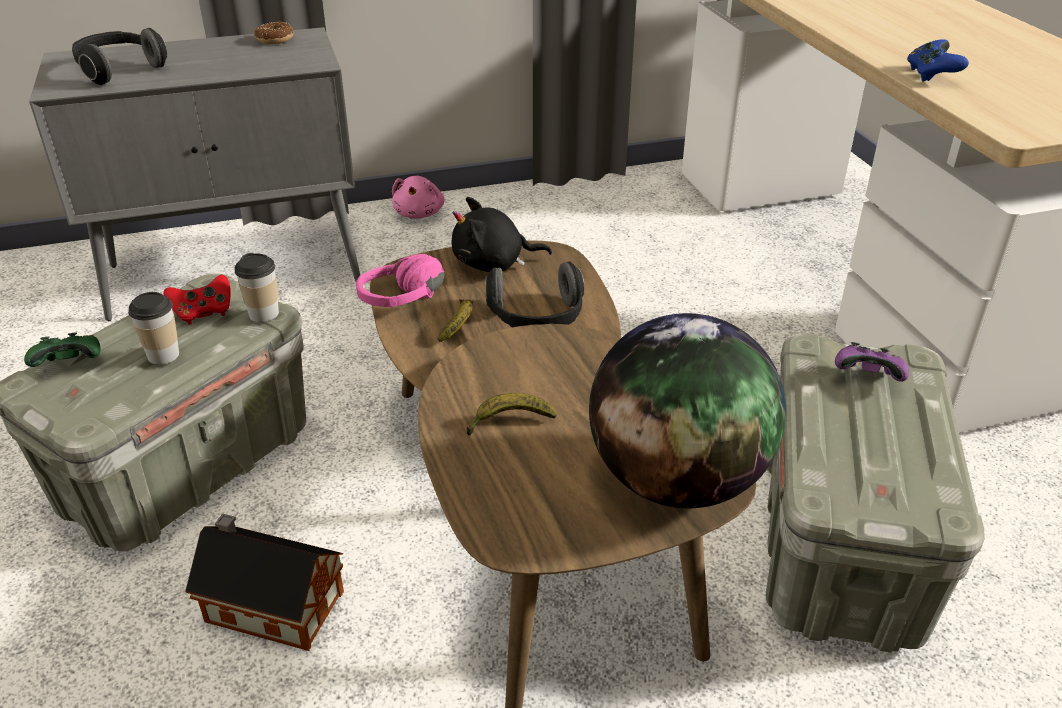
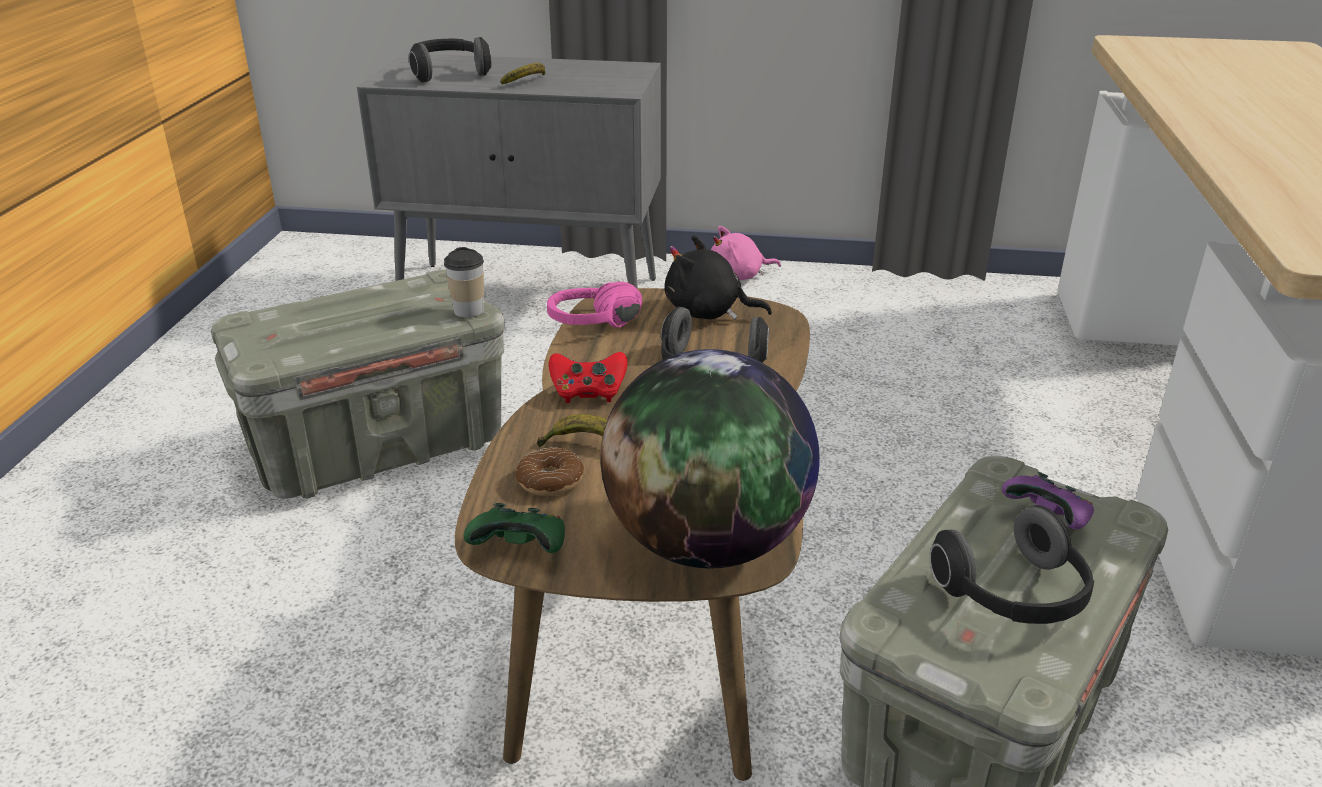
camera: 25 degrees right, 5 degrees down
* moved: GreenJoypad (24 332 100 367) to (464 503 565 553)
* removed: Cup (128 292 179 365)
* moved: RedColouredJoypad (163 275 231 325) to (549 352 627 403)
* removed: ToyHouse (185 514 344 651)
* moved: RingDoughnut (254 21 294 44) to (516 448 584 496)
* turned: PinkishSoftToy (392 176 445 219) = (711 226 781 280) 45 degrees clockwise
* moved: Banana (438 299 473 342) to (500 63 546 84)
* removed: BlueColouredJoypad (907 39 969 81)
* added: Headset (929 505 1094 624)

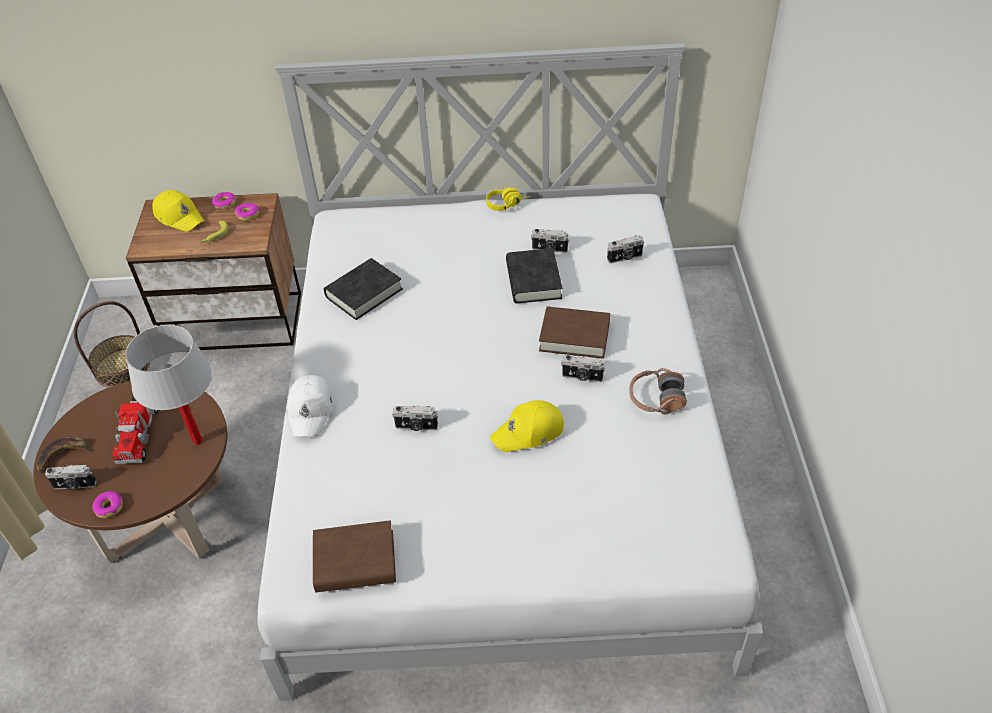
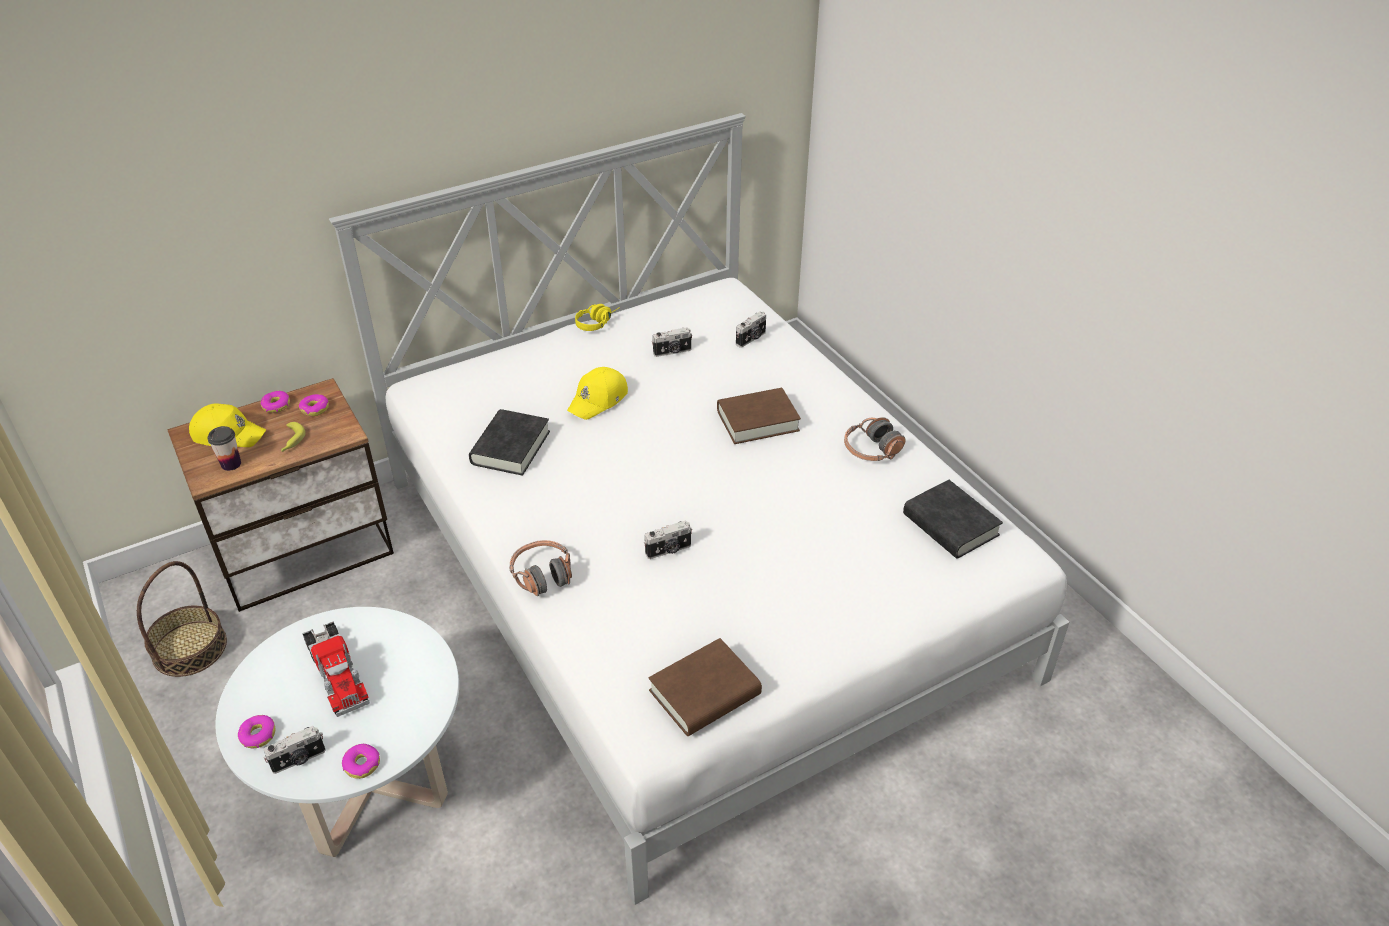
camera: 30 degrees left, 5 degrees down
* recoloured: BrownishLowTable (33 381 227 563) to WhiteLowTable (215 607 459 857)
* replaced: Banana (37 436 93 473) to RingDoughnut (238 715 276 748)
* removed: WhiteLampForATable (125 325 213 445)
* replaced: WhiteCap (287 375 333 436) to Headset (509 540 572 596)
* moved: YellowColouredCap (490 400 564 452) to (567 367 628 420)
* moved: BlackColouredVolume (506 248 563 303) to (903 480 1003 559)
* removed: PhotoCamera (561 355 605 382)
* added: Cup (208 426 241 471)

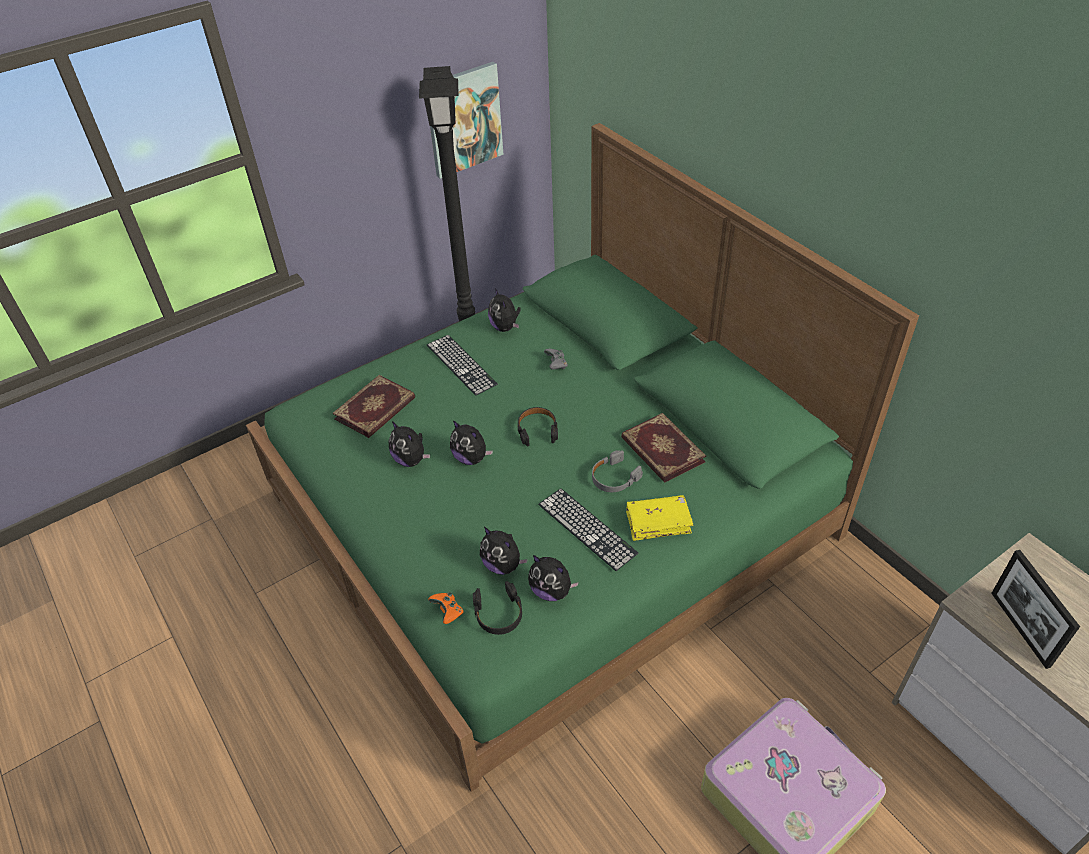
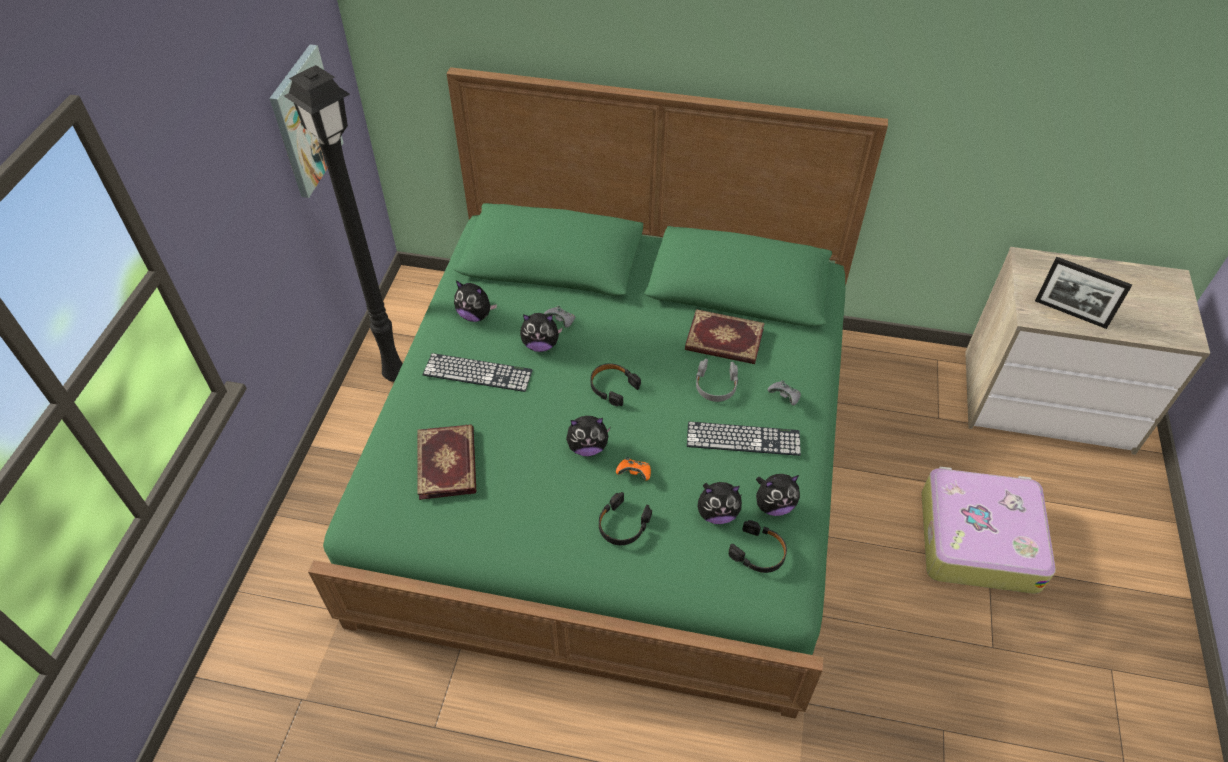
camera: 45 degrees left, 5 degrees up
* moved: SoftToy (389 421 430 467) to (520 313 563 352)
* moved: OrangeyJoypad (428 592 464 624) to (616 457 651 481)
* replaced: YellowColouredVolume (626 495 694 541) to GreyJoypad (768 380 801 405)
* added: BlackColouredHeadset (599 492 652 545)

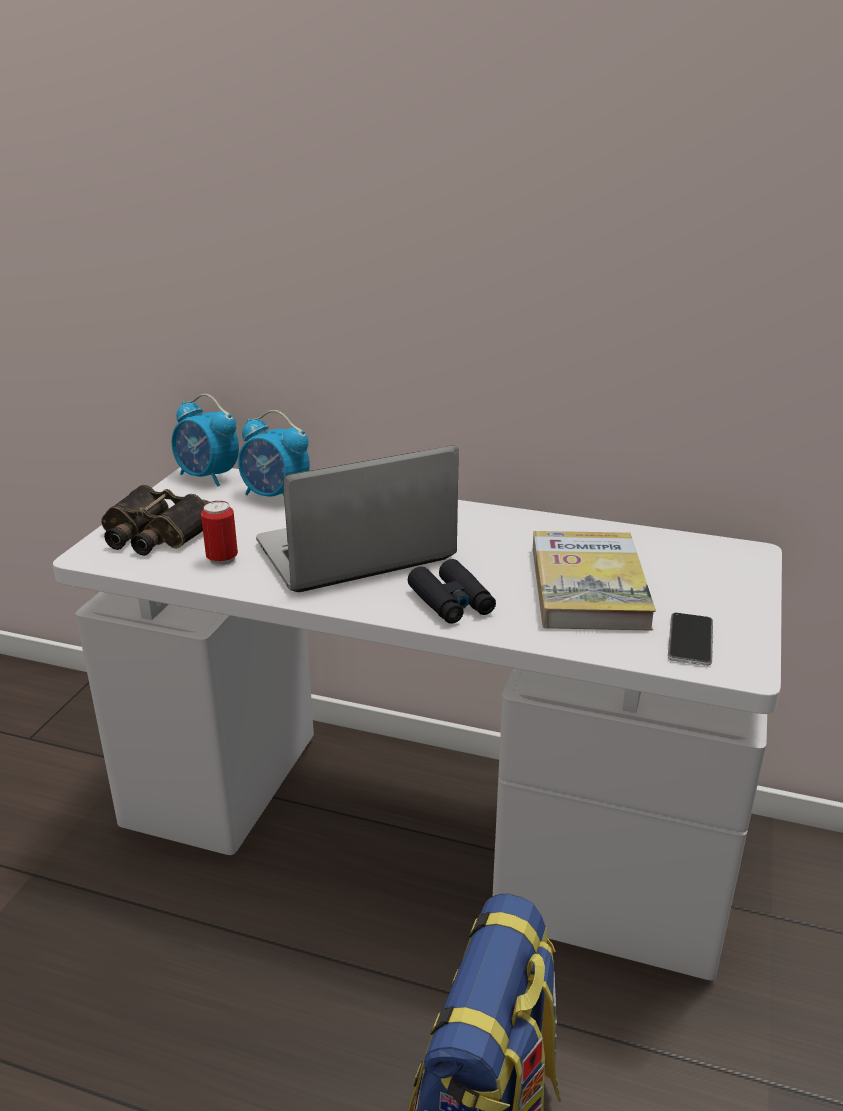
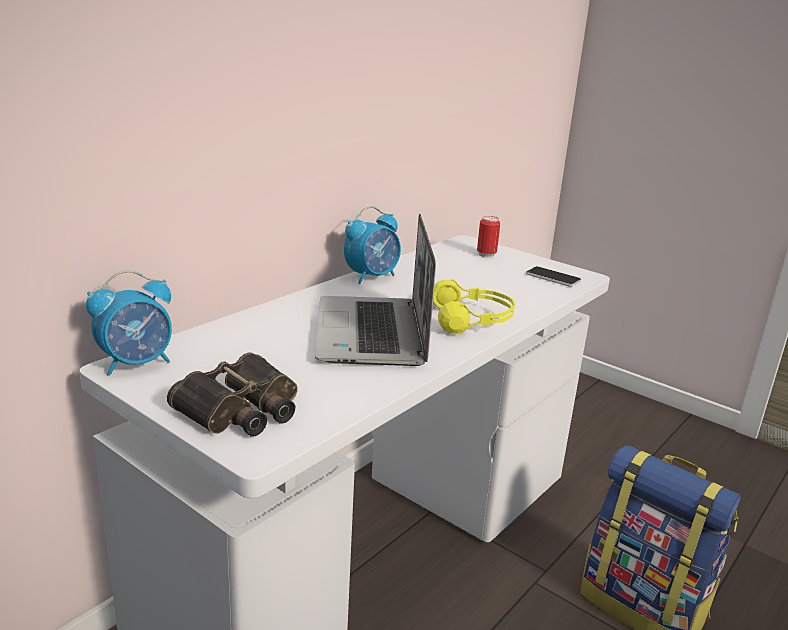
camera: 70 degrees left, 5 degrees down
* moved: MetalCan (201 501 238 566) to (477 216 500 258)
* moved: BedsideClock (238 410 310 497) to (344 206 401 284)
* replaced: BlackColouredBinoculars (408 559 496 624) to YellowColouredHeadset (433 279 515 334)
* removed: Volume (533 531 656 631)

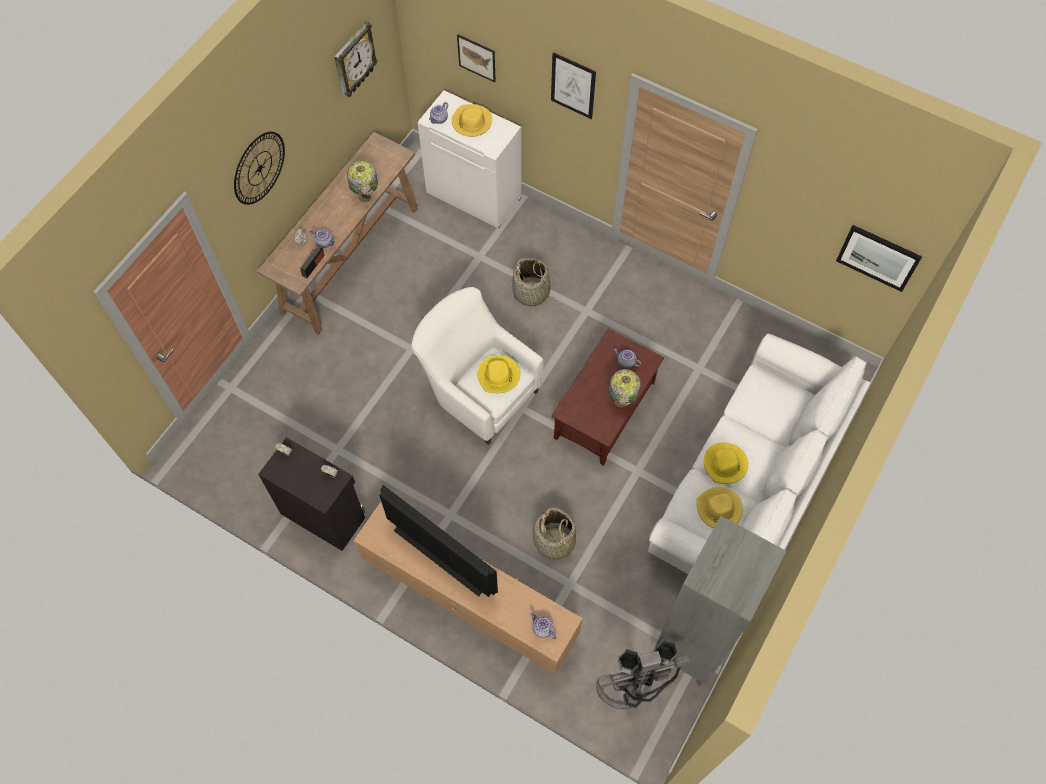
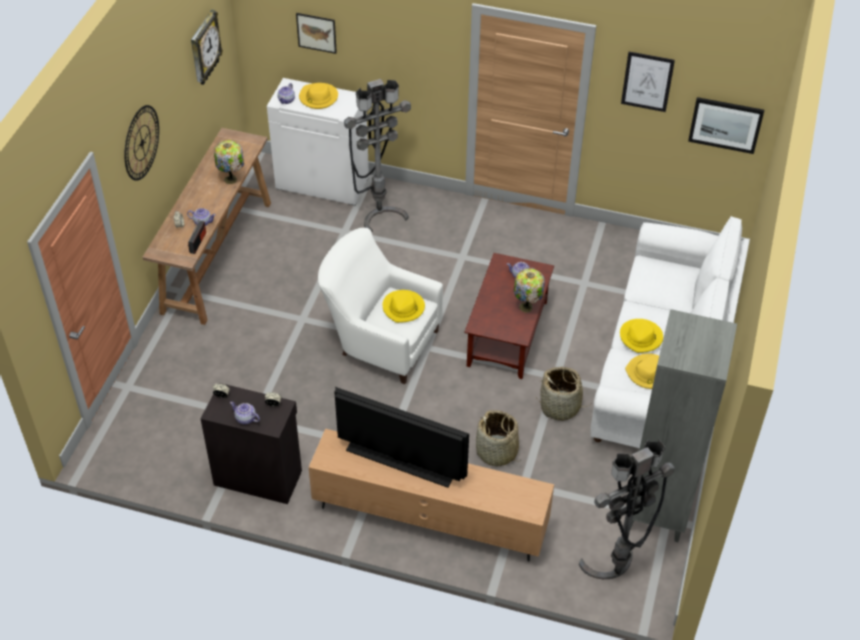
camera: 15 degrees left, 15 degrees down
* moved: HouseholdBasket (511 258 556 306) to (536 367 589 421)
* moved: PotForTea (530 612 557 639) to (230 402 260 424)
* moved: Picture (551 52 596 119) to (621 52 675 112)
* added: GreyStandingLamp (344 79 411 232)

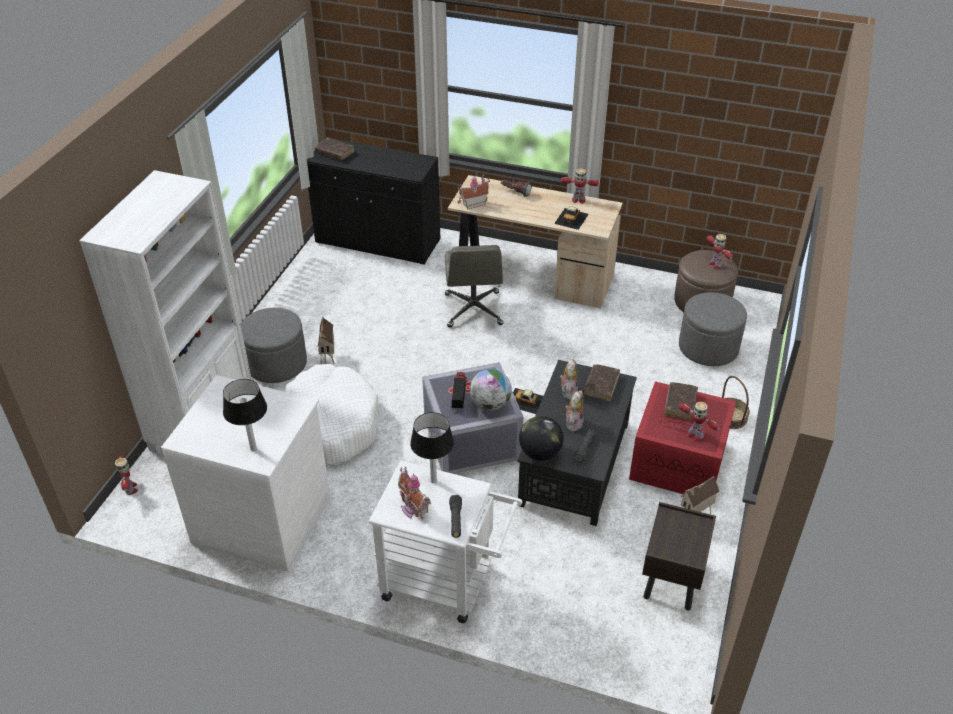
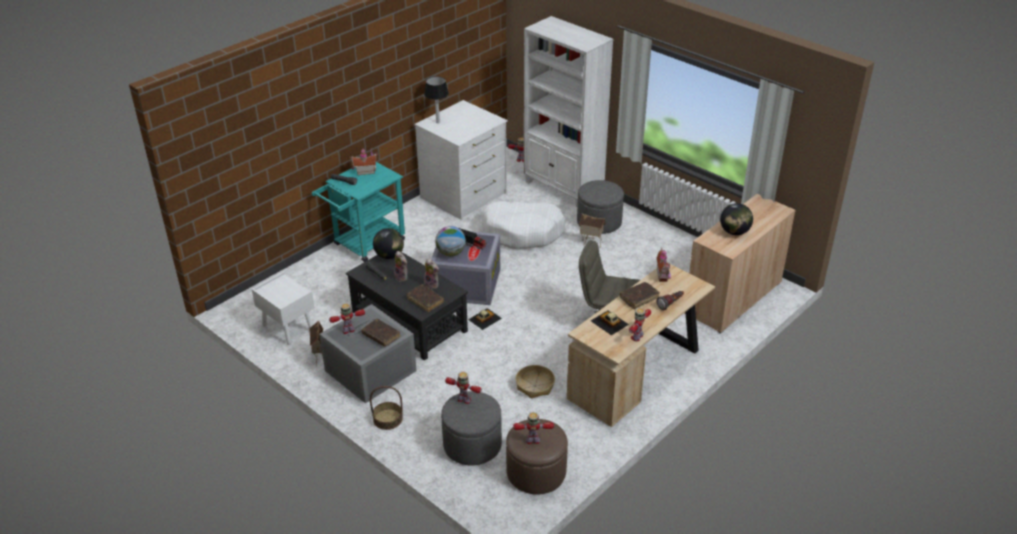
camera: 115 degrees right, 5 degrees down
* recoloured: BlackColouredCabinet (307 137 441 265) to BeigeColouredCabinet (685 194 796 334)
* moved: BrownishVolume (315 137 355 160) to (620 282 660 309)
* recoloured: WhiteWheeledCart (368 460 522 623) to TurquoiseColouredWheeledCart (312 162 405 262)
* removed: LampForATable (410 412 454 483)
* recoloured: RedColouredStorageContainer (629 381 736 494) to GreyStorageContainer (319 304 417 404)
* recoloured: BrownishBedsideTable (642 502 716 610) to WhiteBedsideTable (252 272 315 345)
* added: RobotFigure (445 372 482 404)
* added: HouseholdBasket (516 365 555 399)
* added: Globe (720 203 753 235)

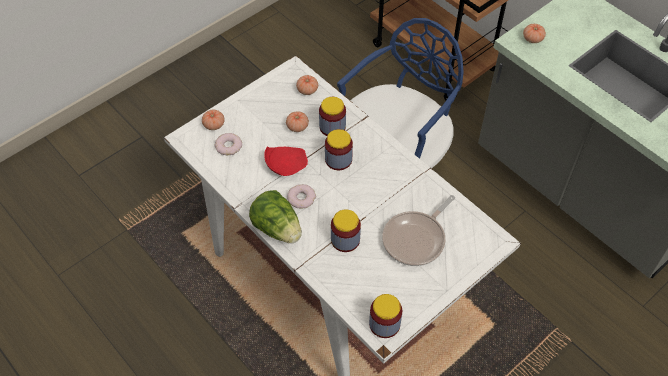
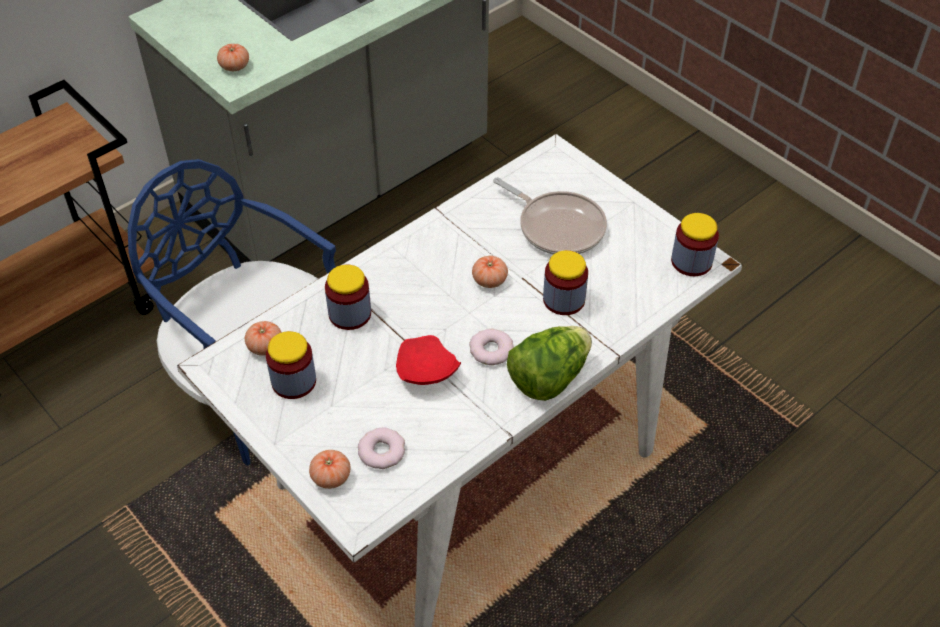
camera: 90 degrees left, 5 degrees down
* moved: WholeTomato (286 111 309 132) to (472 256 508 288)
* moved: PreserveJar (325 129 353 170) to (266 331 316 399)

